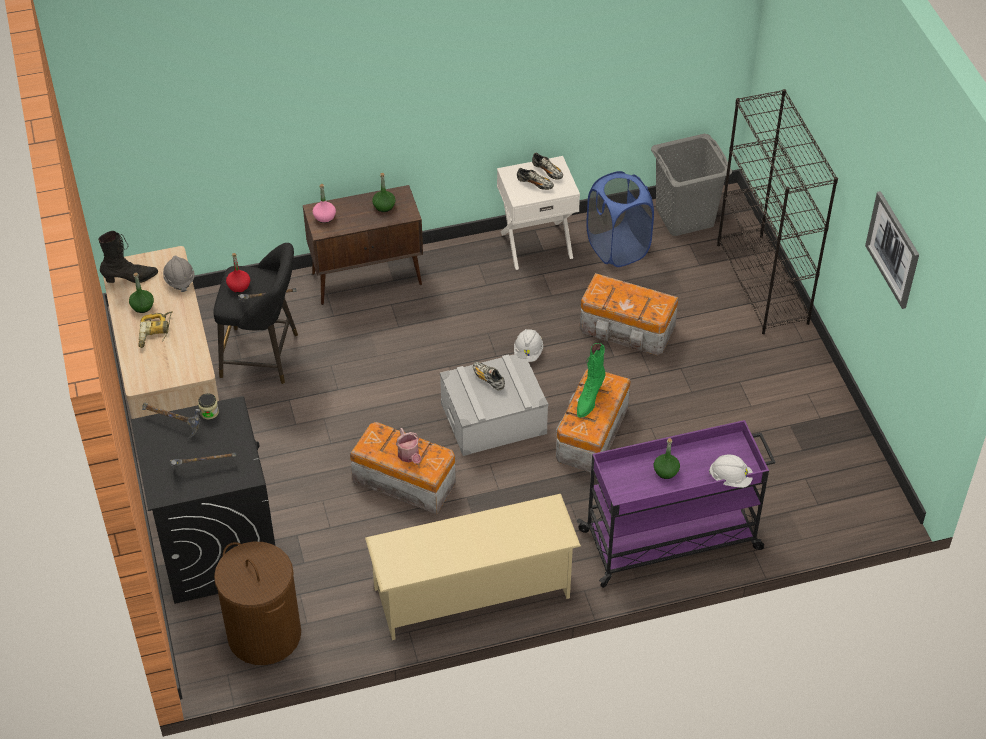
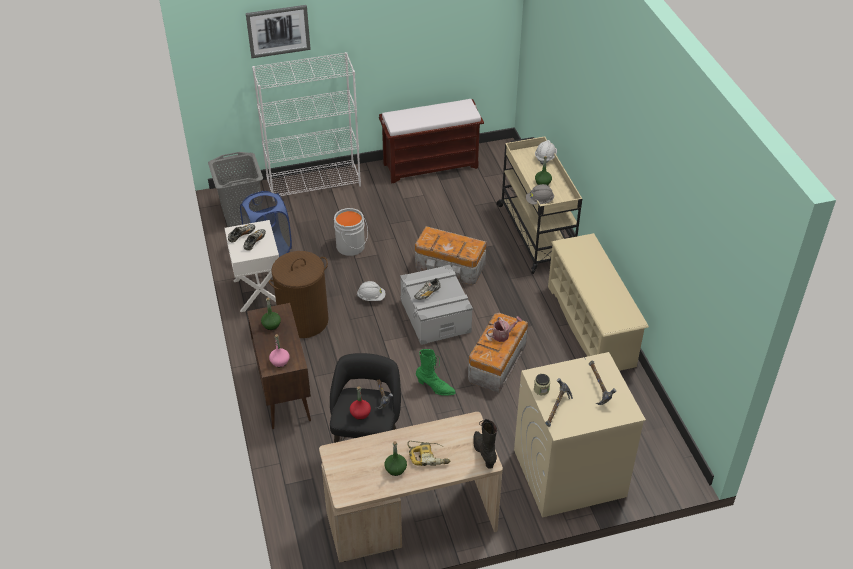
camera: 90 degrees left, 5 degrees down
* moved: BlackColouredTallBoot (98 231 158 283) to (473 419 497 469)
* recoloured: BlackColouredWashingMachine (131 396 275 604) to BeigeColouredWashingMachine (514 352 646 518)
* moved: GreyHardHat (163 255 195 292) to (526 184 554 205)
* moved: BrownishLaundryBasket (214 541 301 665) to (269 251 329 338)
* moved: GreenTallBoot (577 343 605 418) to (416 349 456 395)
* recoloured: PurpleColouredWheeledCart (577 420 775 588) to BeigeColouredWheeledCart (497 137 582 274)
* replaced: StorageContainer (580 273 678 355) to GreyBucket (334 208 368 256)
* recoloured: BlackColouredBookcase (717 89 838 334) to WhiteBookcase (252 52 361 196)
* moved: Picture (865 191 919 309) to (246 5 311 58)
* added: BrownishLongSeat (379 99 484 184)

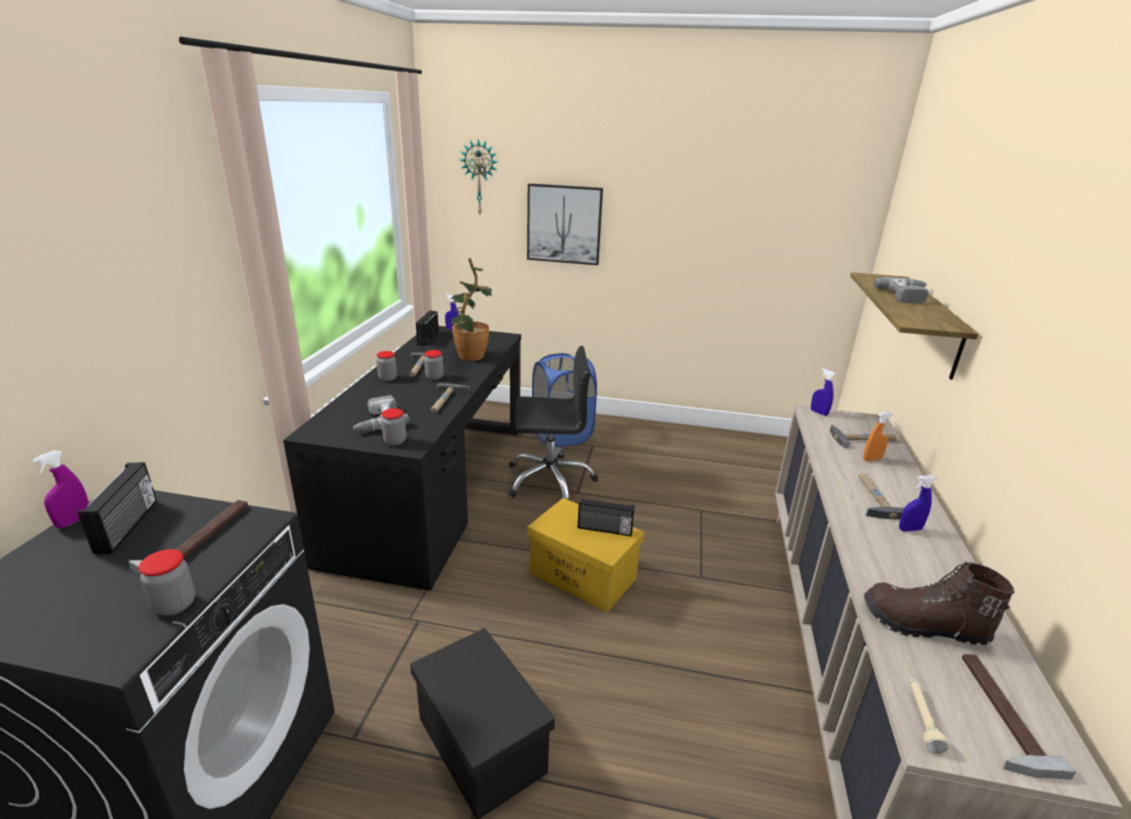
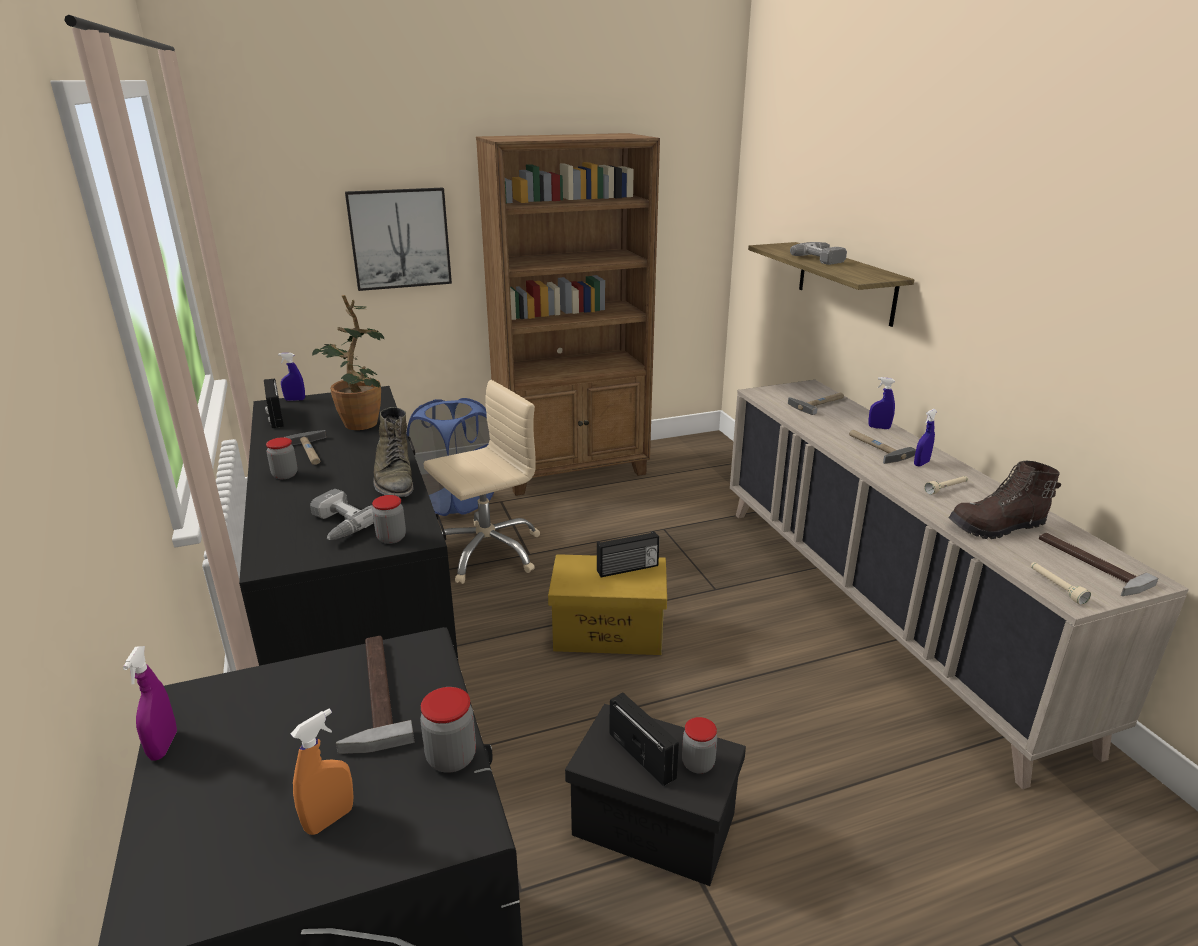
camera: 30 degrees left, 0 degrees up
* moved: RadioSet (78 462 157 554) to (609 692 679 786)
* moved: PreserveJar (424 350 444 380) to (682 717 717 774)
* replaced: HandHammer (430 383 469 413) to GreenTallBoot (373 407 413 497)
* removed: HangingClock (460 139 497 214)
* recoloured: BlackColouredComputerChair (508 346 598 500) to BeigeColouredComputerChair (423 380 540 584)
* moved: BlueColouredHandSprayer (811 368 836 416) to (869 377 895 429)
* moved: OrangeyHandSprayer (863 411 894 461) to (291 708 353 835)
* added: BrownishBookcase (476 133 660 496)
* added: BeigeColouredTorch (924 476 968 495)

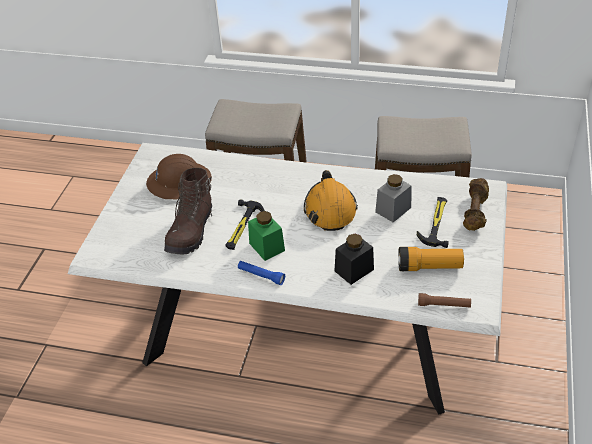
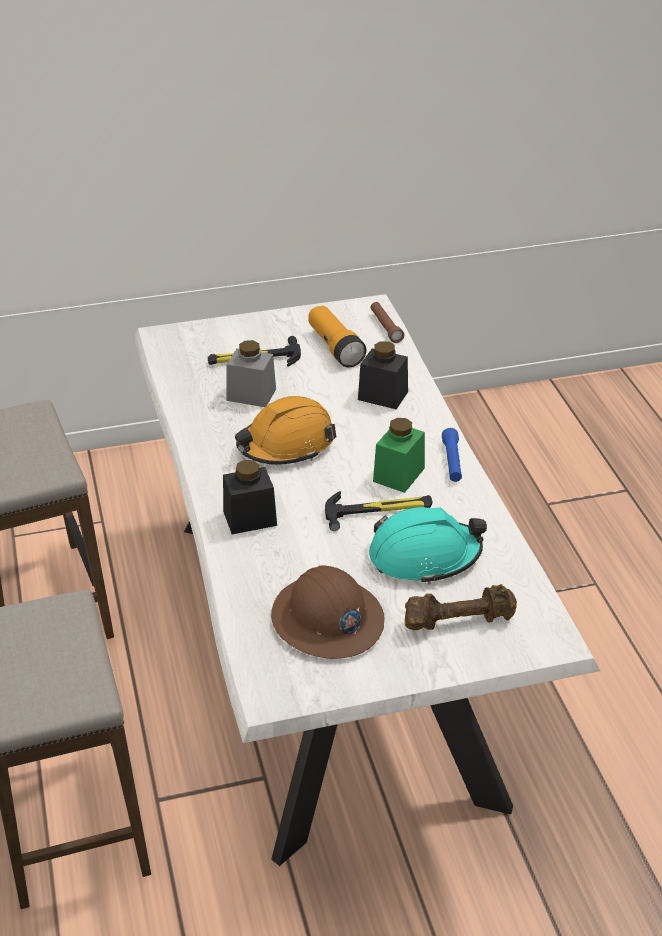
camera: 120 degrees left, 5 degrees down
* replaced: BrownishTallBoot (164 168 212 255) to TurquoiseColouredHardHat (369 507 487 584)
* moved: BrownishHandWeight (463 178 489 231) to (405 584 517 630)
* added: BlackColouredPreserveJar (223 460 277 534)

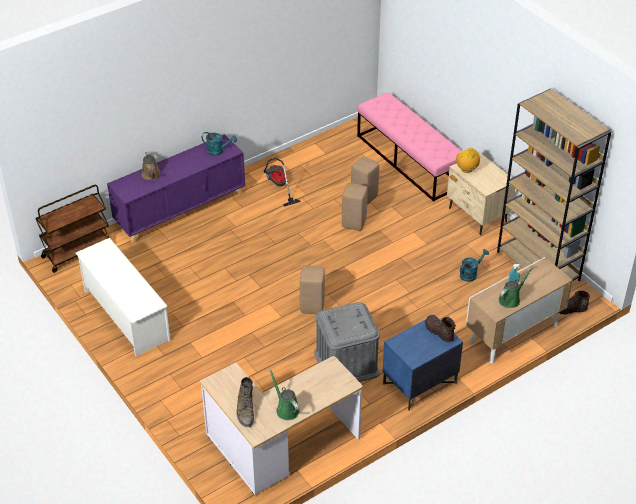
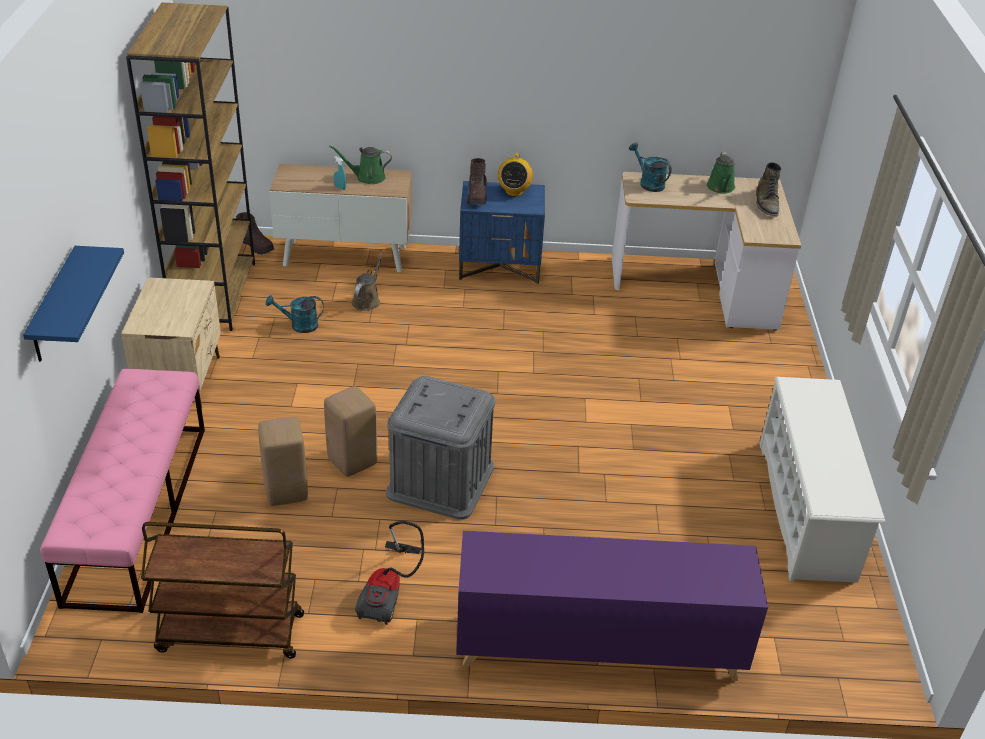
camera: 145 degrees left, 5 degrees down
* moved: BrownishWheeledCart (35 185 110 273) to (141 522 304 659)
* moved: BrownishWateringPot (142 152 160 180) to (352 252 384 311)
* moved: TurquoiseColouredWateringPot (202 132 237 156) to (629 142 672 192)
* turned: GreenTallBoot (236 377 254 427) = (756 162 781 217) 150 degrees clockwise
* removed: BeigeColouredStoolSeat (300 266 325 314)
* moved: GreyStorageContainer (314 302 380 382) to (386 376 495 520)
* moved: RadioSet (456 148 480 173) to (498 153 533 196)
* added: BlueColouredBracketShelf (23 246 124 362)

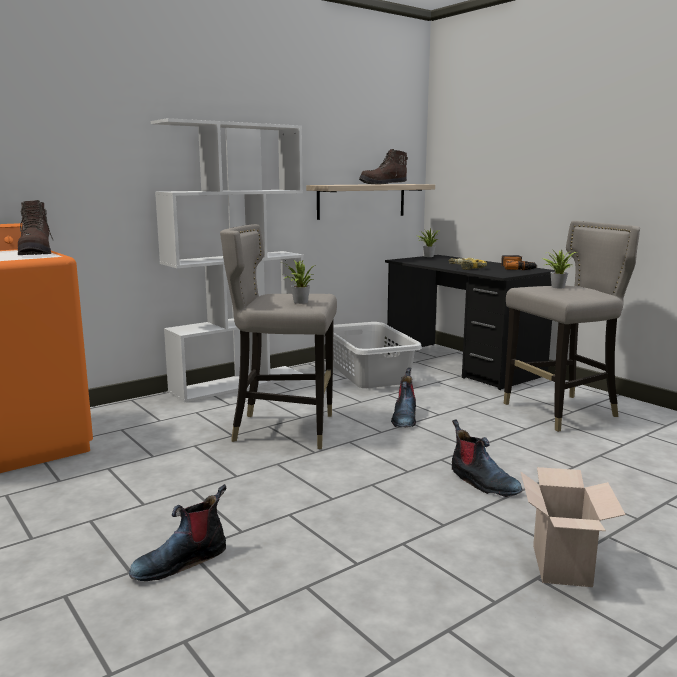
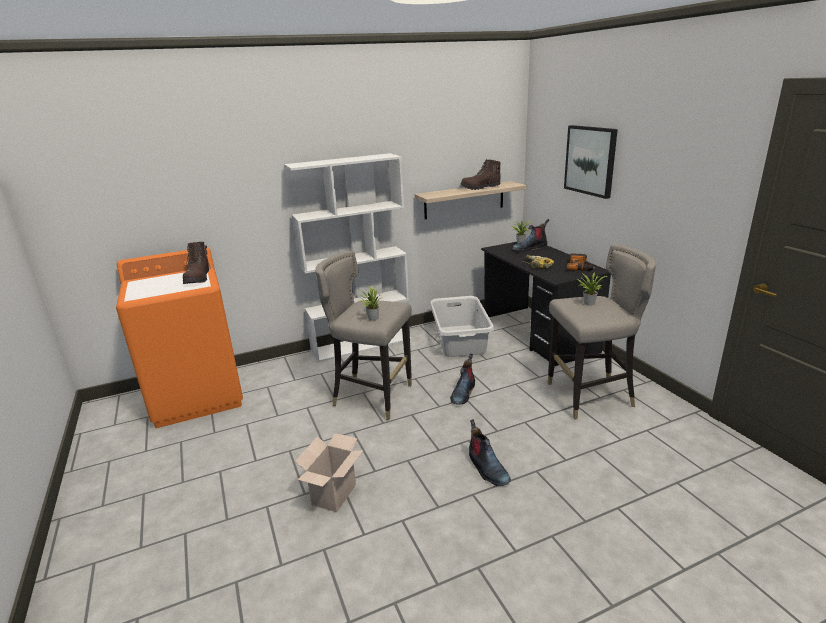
camera: 15 degrees right, 10 degrees up
* moved: TallBoot (129 484 226 581) to (512 219 549 251)
* moved: PackingBox (521 467 626 587) to (295 433 364 512)
* added: Picture (564 125 618 199)

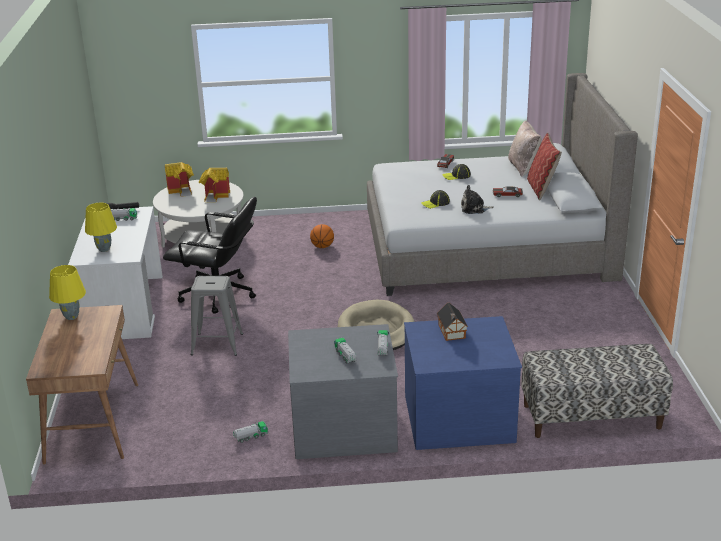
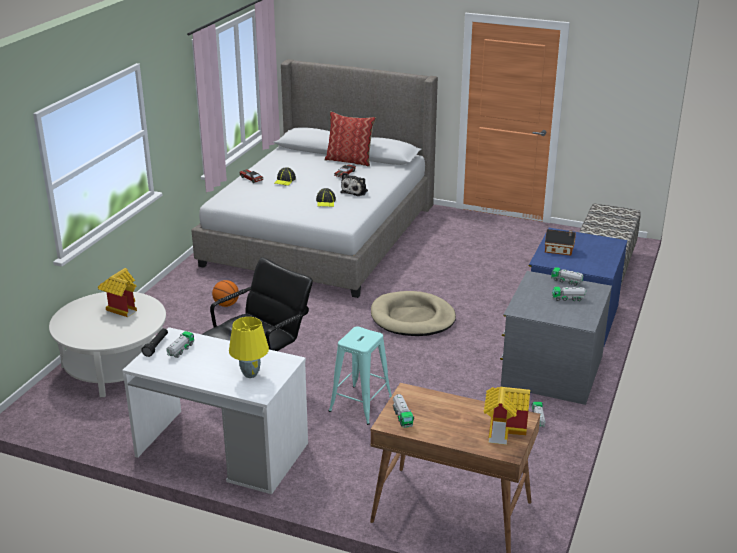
camera: 65 degrees left, 0 degrees up
* replaced: YellowColouredLampForATable (49 265 86 320) to ToyLorry (393 394 414 428)
* moved: ToyHouse (165 162 194 197) to (484 387 530 445)
* recoloured: GreyStoolSeat (191 276 243 356) to TurquoiseColouredStoolSeat (329 327 392 425)
* removed: BeigeColouredPillow (508 121 542 177)

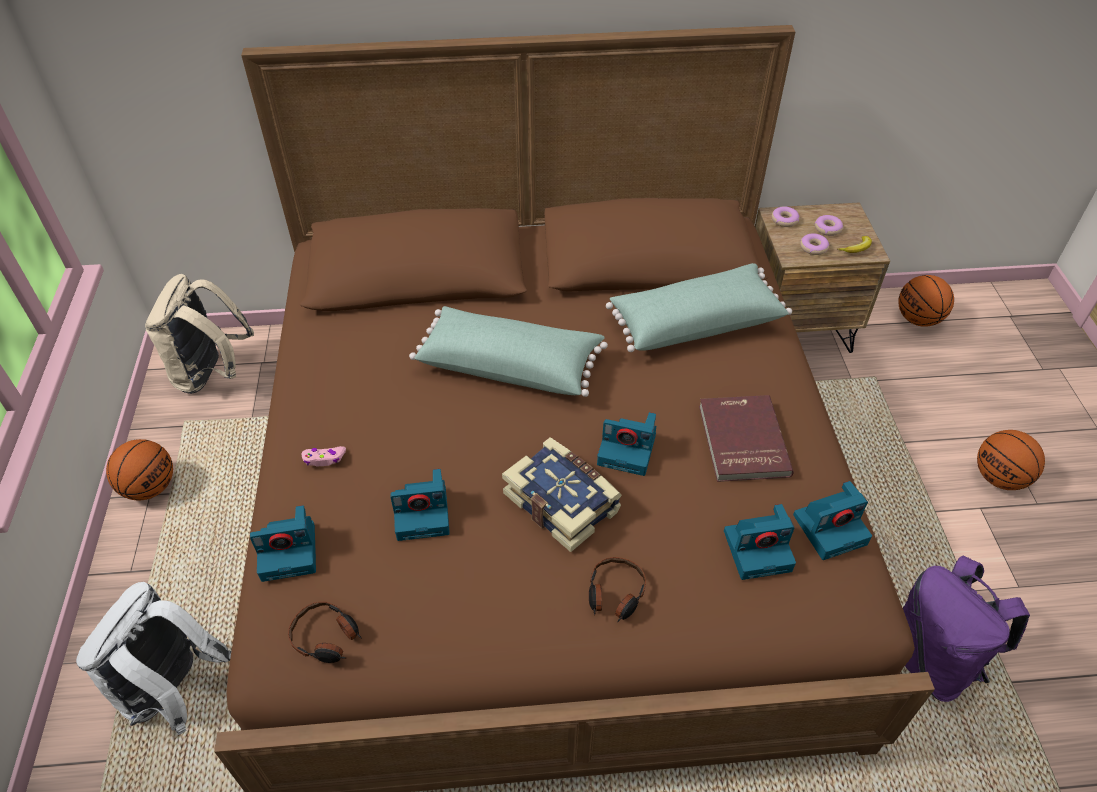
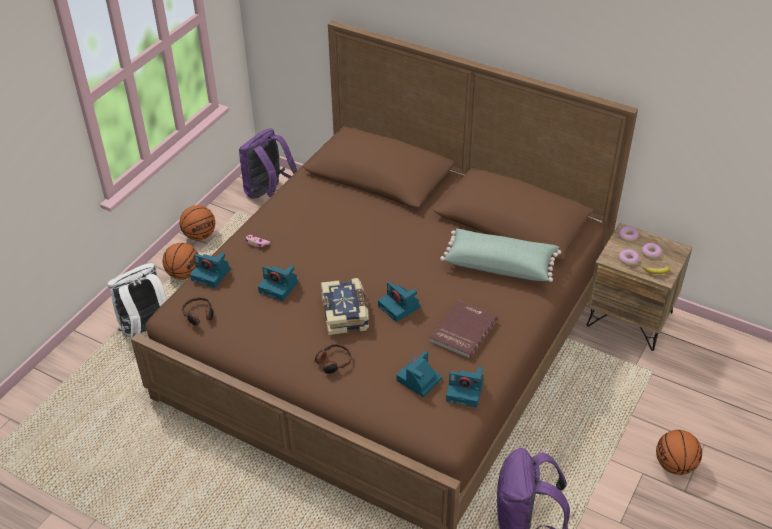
camera: 35 degrees right, 5 degrees down
* recoloured: BeigeColouredBackpack (145 274 254 394) to PurpleColouredBackpack (239 128 297 199)
* removed: GreenPillow (409 306 608 397)
* turned: PhotoCamera (724 504 796 580) = (396 351 442 397) 105 degrees clockwise
* moved: BasketballBall (898 275 954 327) to (162 243 198 279)

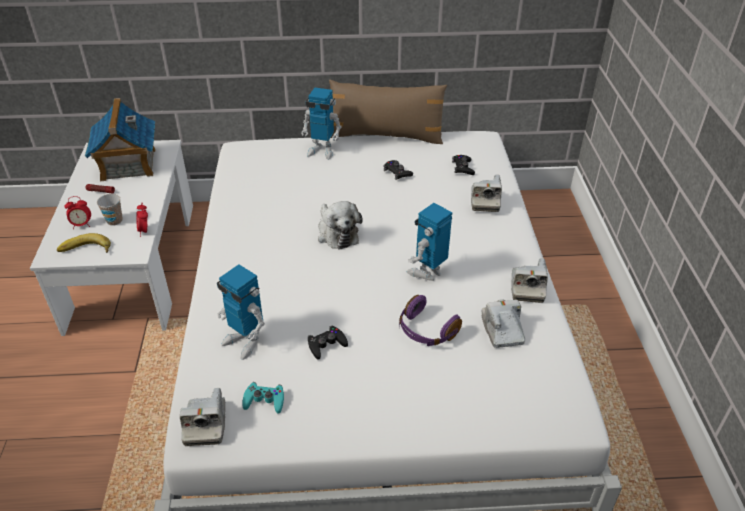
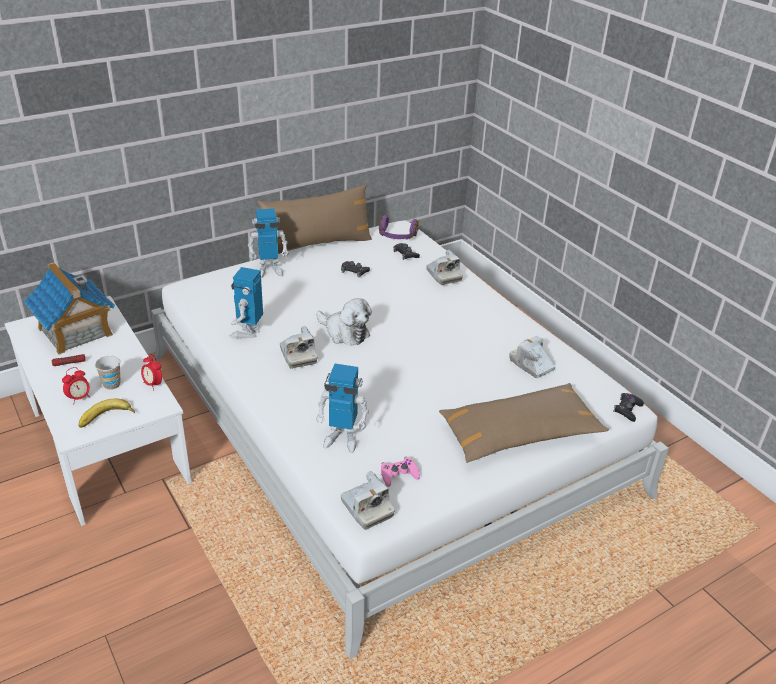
camera: 30 degrees left, 5 degrees down
* recoloured: TurquoiseColouredJoypad (242 382 284 414) to PinkishJoypad (381 457 420 487)
* moved: BlackColouredJoypad (308 326 348 360) to (613 393 644 422)
* moved: PurpleColouredHeadset (399 295 462 346) to (379 215 419 240)
* moved: RobotFigure (407 203 452 281) to (229 267 263 339)
* moved: PhotoCamera (511 258 548 303) to (280 326 318 369)
* added: BrownishPillow (439 383 609 463)

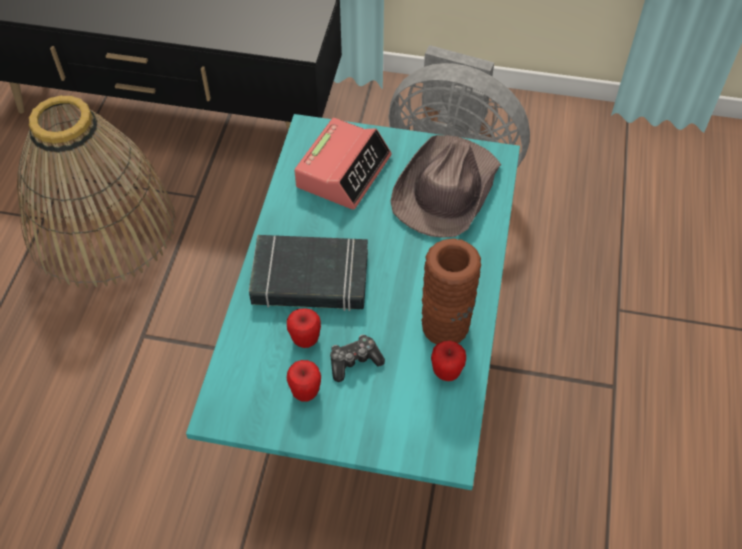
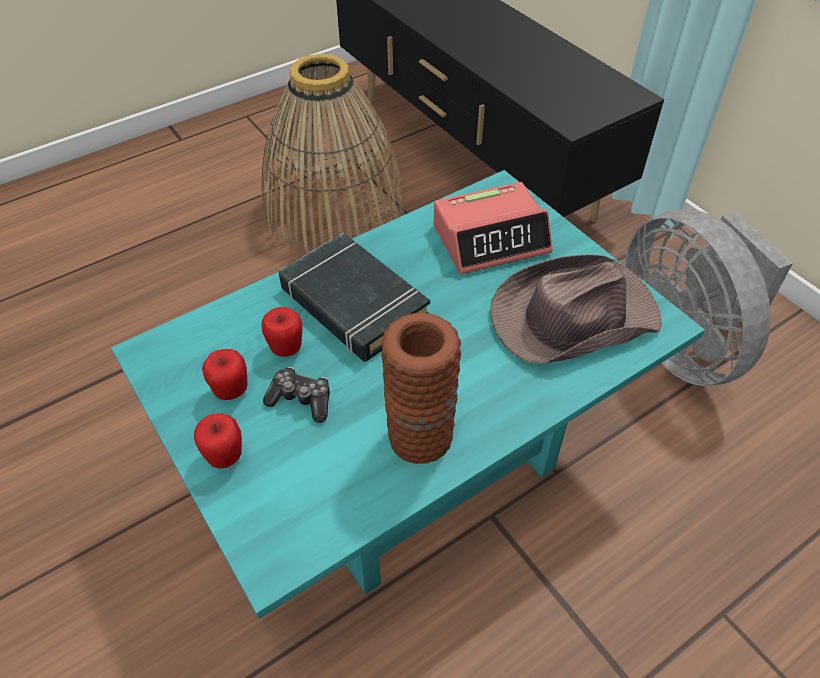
camera: 45 degrees right, 5 degrees down
* moved: AppleFruit (431 341 466 381) to (194 413 242 469)

